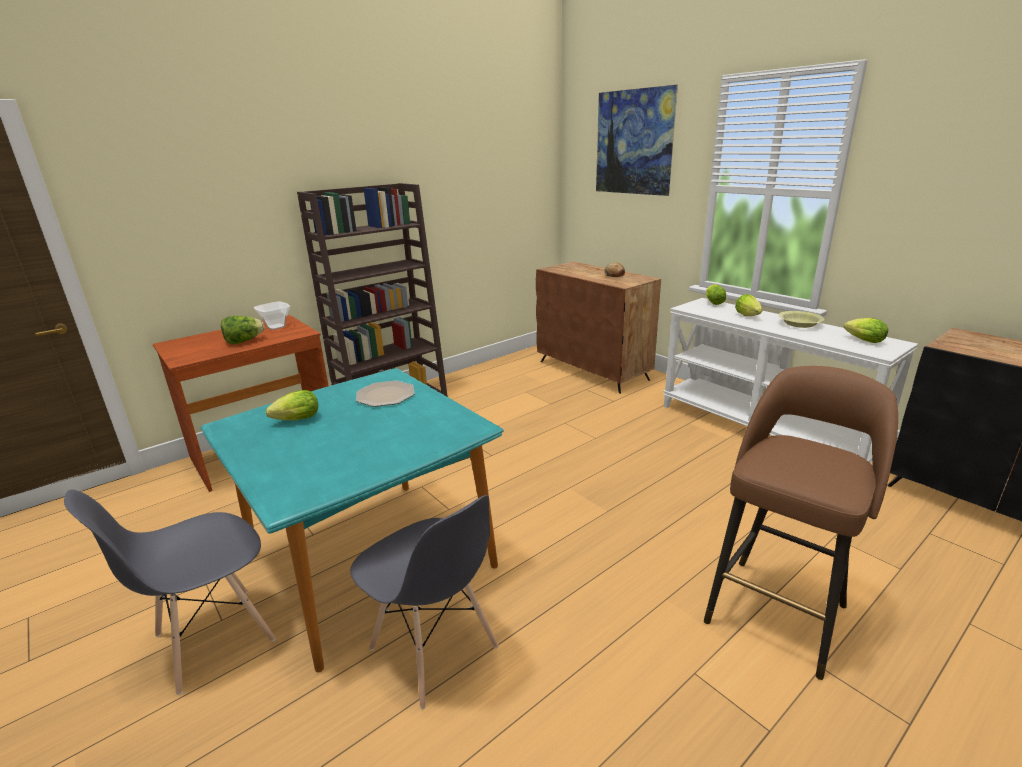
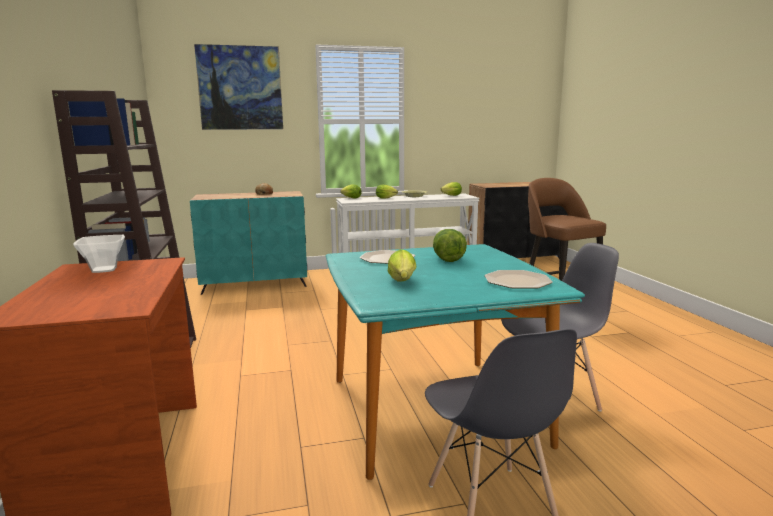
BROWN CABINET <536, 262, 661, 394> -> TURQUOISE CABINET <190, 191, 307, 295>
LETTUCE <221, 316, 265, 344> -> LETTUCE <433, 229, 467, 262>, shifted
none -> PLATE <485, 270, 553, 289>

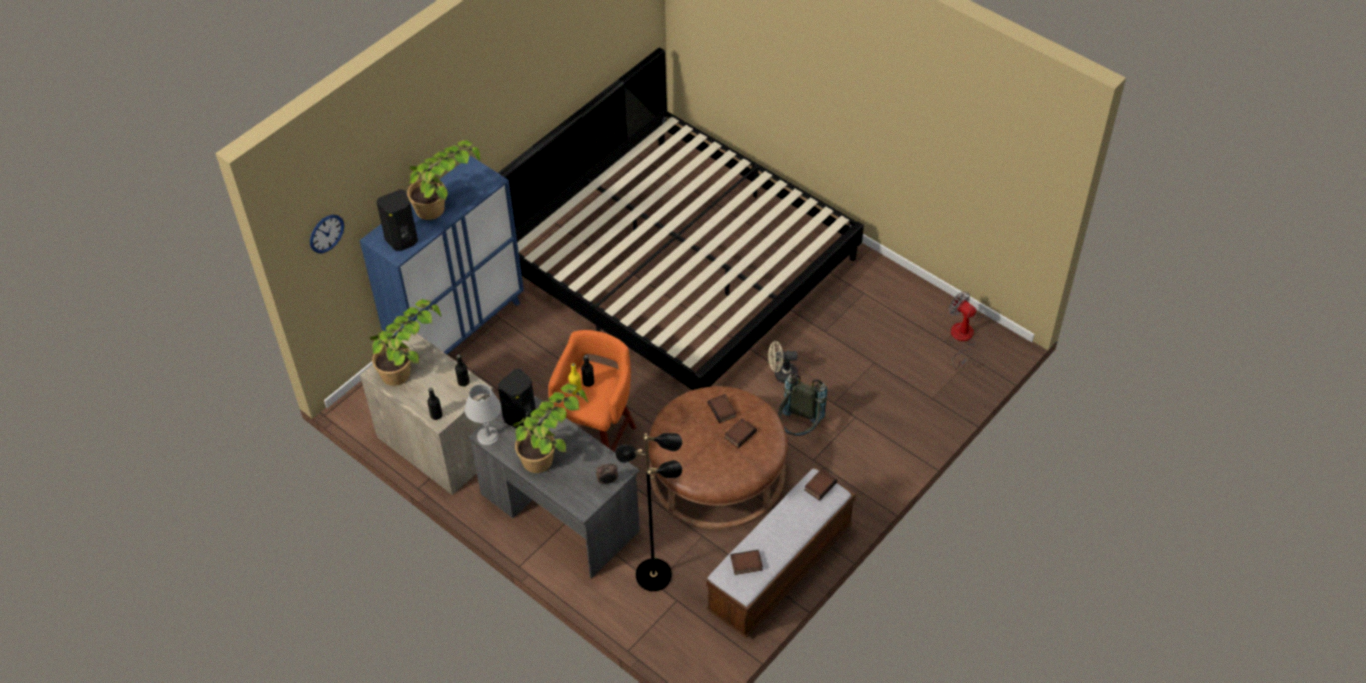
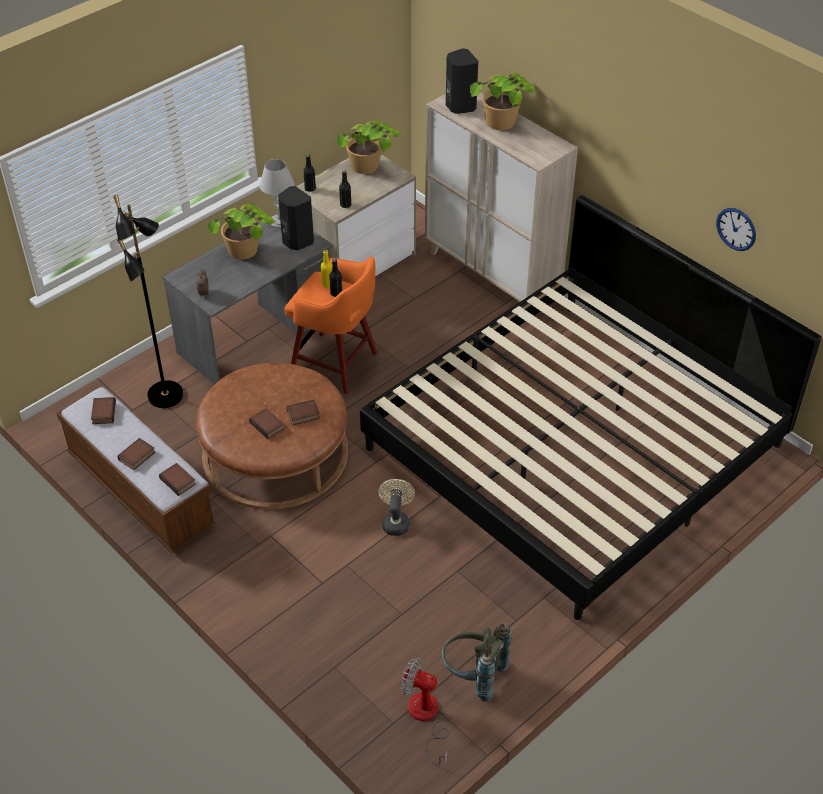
none -> BOOK <118, 438, 155, 470>
FAN <949, 291, 976, 369> -> FAN <401, 658, 449, 765>, 120 degrees counterclockwise
BLUE CABINET <360, 156, 524, 354> -> BEIGE CABINET <425, 93, 578, 302>
GREY BACKPACK <778, 373, 827, 436> -> GREY BACKPACK <441, 623, 511, 702>, shifted
WALL CLOCK <310, 215, 344, 253> -> WALL CLOCK <716, 208, 756, 251>, shifted

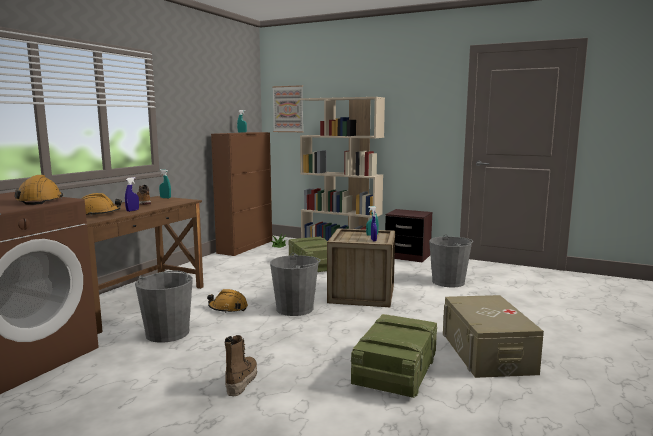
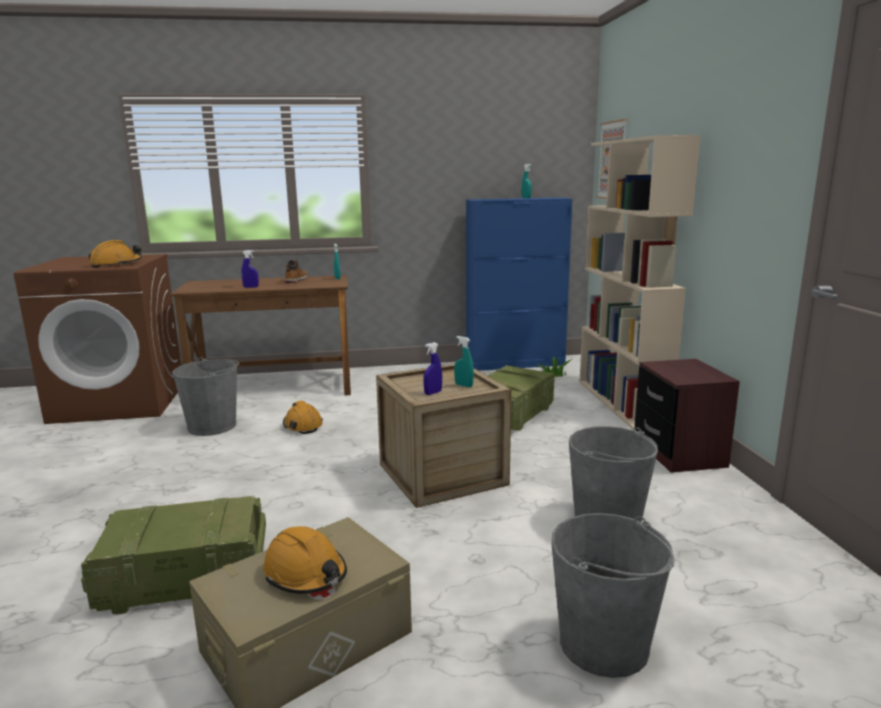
ORANGE HARD HAT <81, 193, 122, 216> -> ORANGE HARD HAT <263, 526, 347, 594>, shifted
BROWN CABINET <211, 132, 272, 256> -> BLUE CABINET <466, 197, 572, 371>
GREY BUCKET <270, 253, 320, 316> -> GREY BUCKET <551, 513, 675, 678>, shifted
BOOT <225, 335, 257, 396> -> none

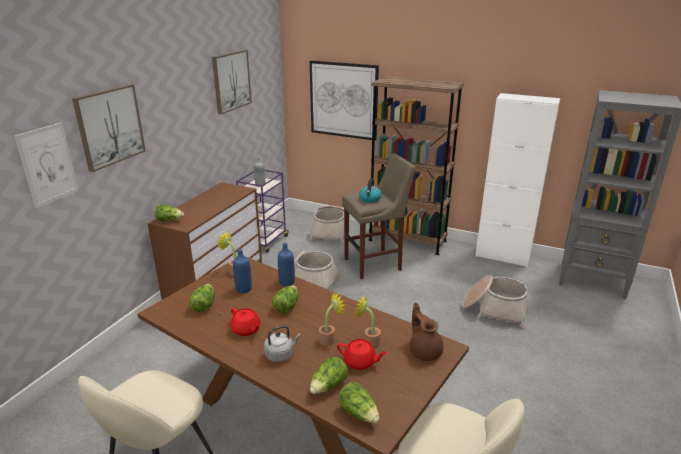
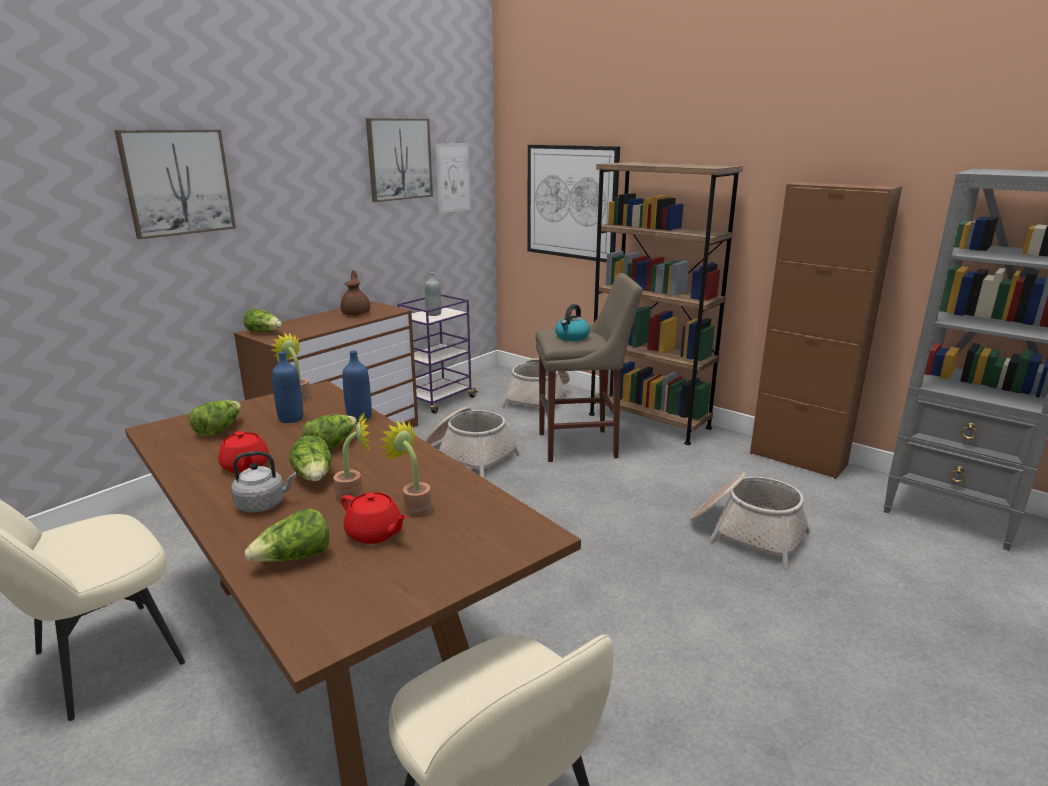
LETTUCE <339, 382, 380, 423> -> LETTUCE <289, 435, 332, 481>, shifted
BROWN TEAPOT <410, 303, 444, 361> -> BROWN TEAPOT <340, 270, 371, 315>, shifted
PICTURE <15, 123, 79, 208> -> PICTURE <436, 143, 471, 213>, shifted
WHITE CABINET <475, 93, 560, 267> -> BROWN CABINET <750, 181, 902, 479>

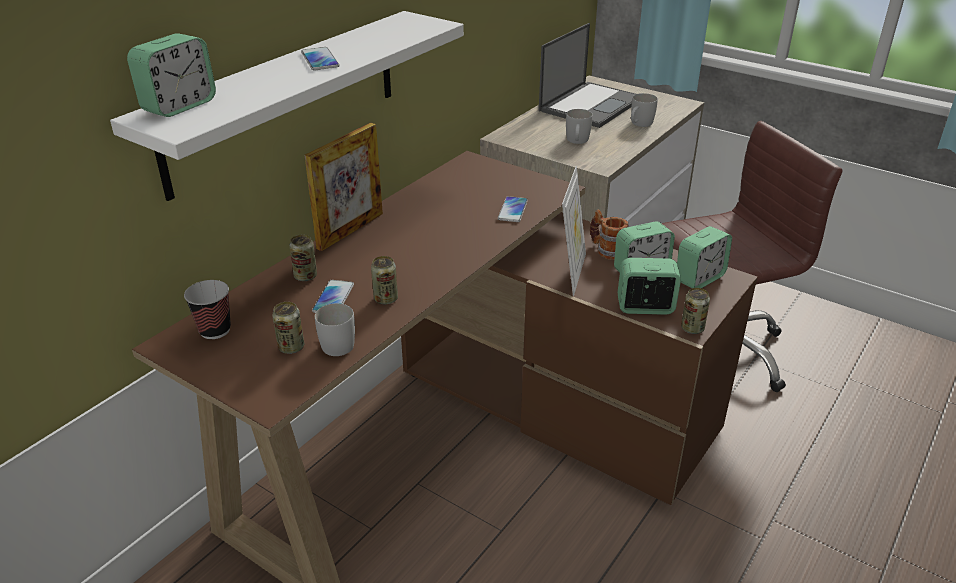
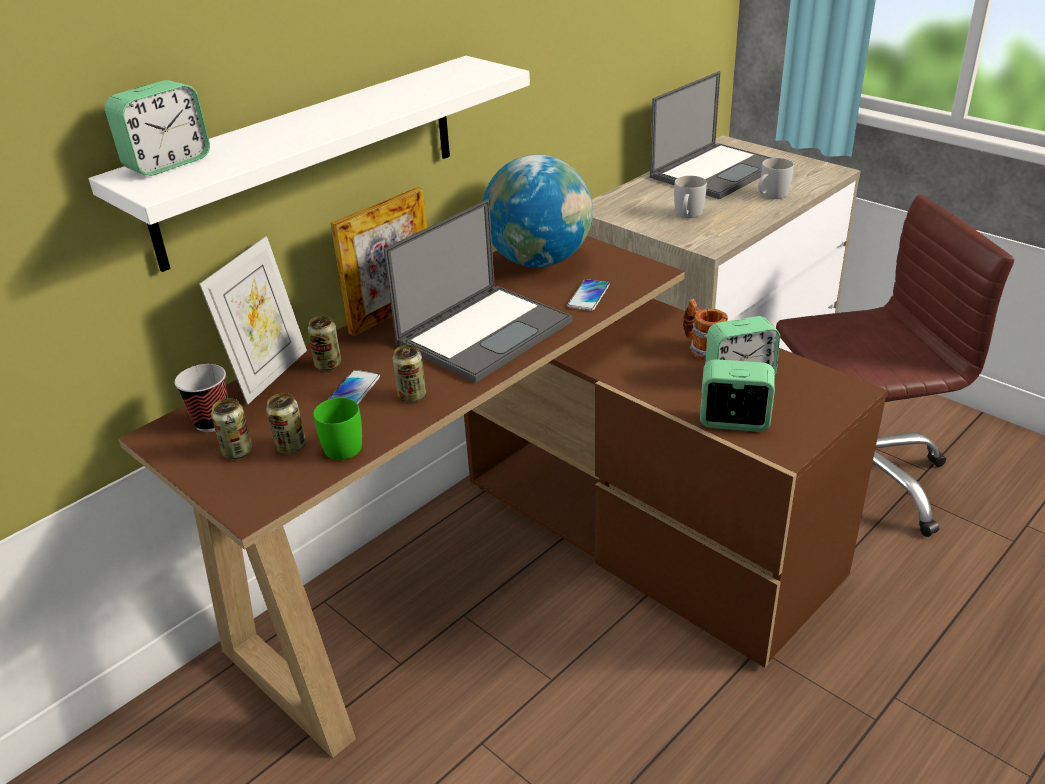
PICTURE FRAME <562, 166, 586, 296> -> PICTURE FRAME <199, 236, 307, 404>, shifted
CAN <681, 288, 710, 334> -> CAN <211, 398, 252, 459>, shifted
WHITE MUG <315, 303, 355, 356> -> GREEN MUG <313, 398, 362, 460>
none -> LAPTOP <383, 199, 573, 383>
none -> GLOBE <483, 154, 593, 267>
PHONE <301, 47, 340, 70> -> none
ALARM CLOCK <677, 226, 732, 288> -> none

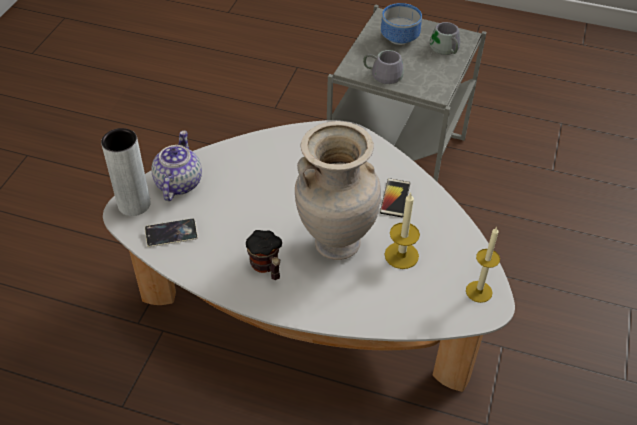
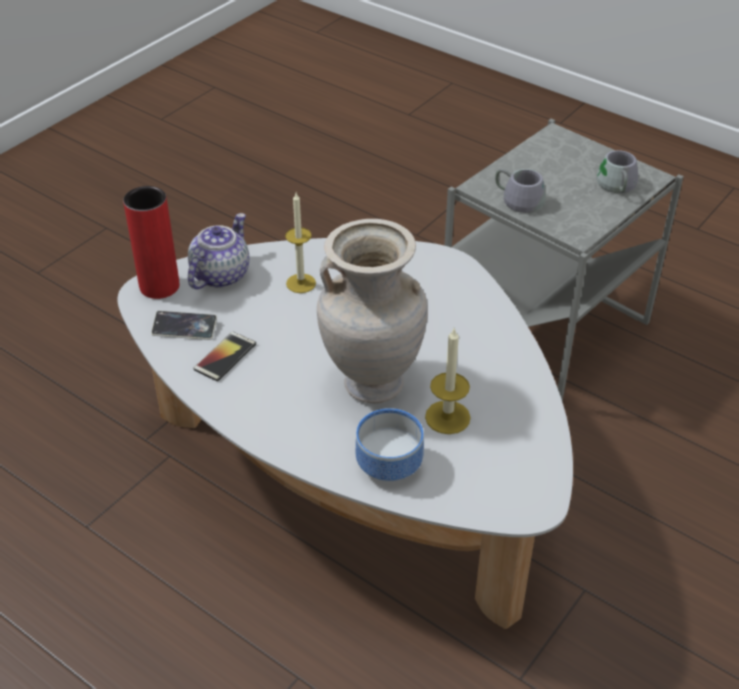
GREY VASE <101, 128, 151, 216> -> RED VASE <123, 186, 180, 299>
PHONE <380, 178, 410, 217> -> PHONE <193, 332, 256, 381>, shifted
CANDLE <466, 226, 500, 303> -> CANDLE <285, 193, 316, 293>, shifted
BOWL <381, 3, 422, 45> -> BOWL <356, 408, 424, 481>, shifted
MUG <246, 230, 282, 280> -> none

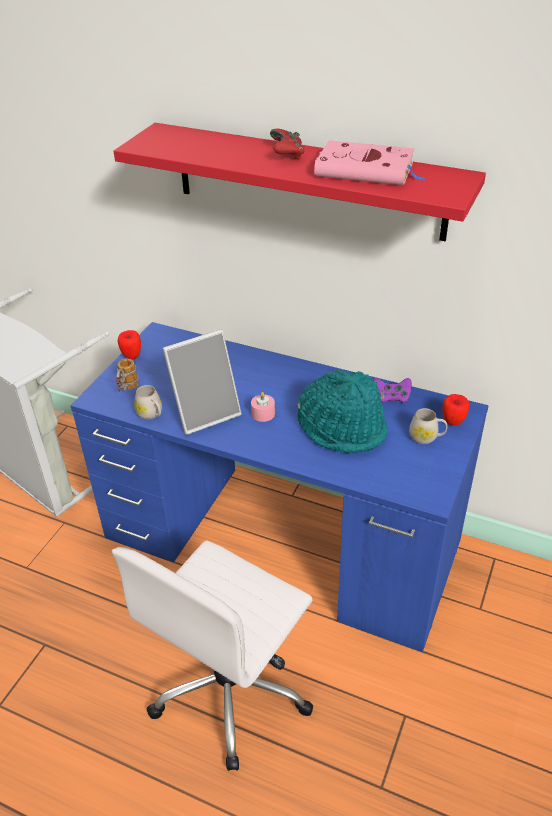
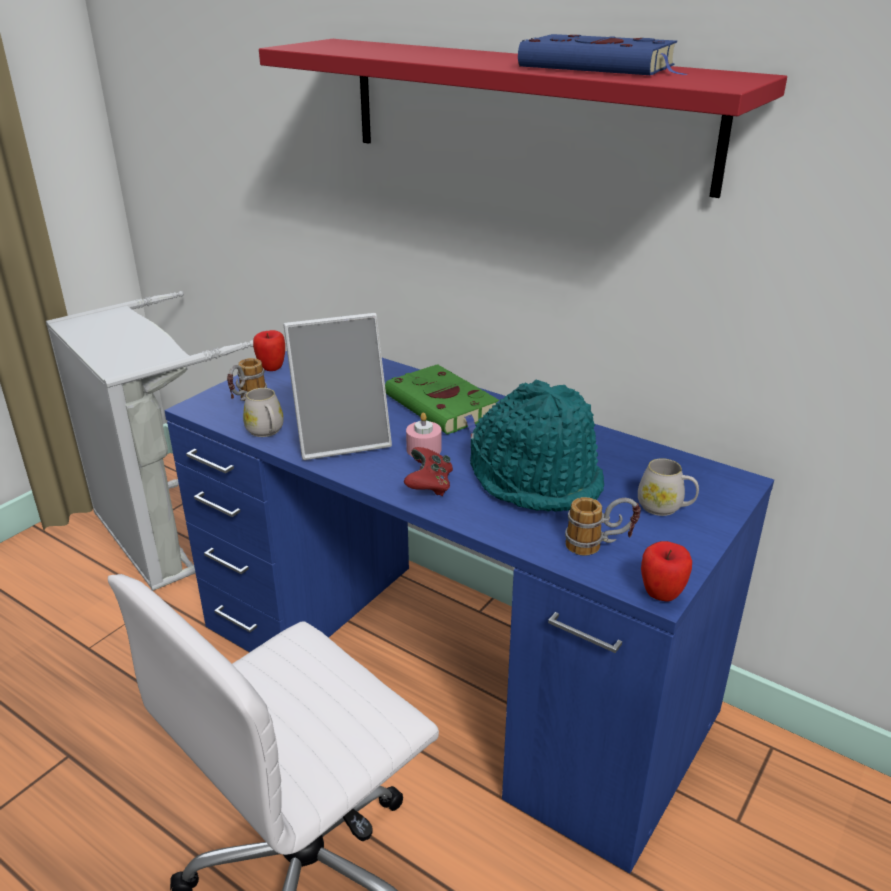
none -> GREEN BOOK <385, 364, 499, 435>
RED GAME CONTROLLER <270, 129, 304, 159> -> RED GAME CONTROLLER <404, 447, 453, 496>, shifted
PINK BOOK <314, 140, 427, 186> -> BLUE BOOK <518, 34, 686, 75>
none -> MUG <565, 497, 641, 556>
APPLE <442, 394, 469, 425> -> APPLE <641, 541, 692, 601>, shifted
PURPLE GAME CONTROLLER <373, 378, 412, 404> -> none

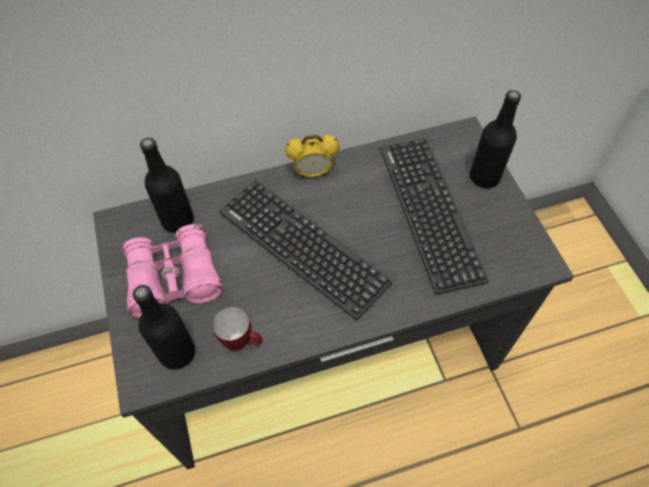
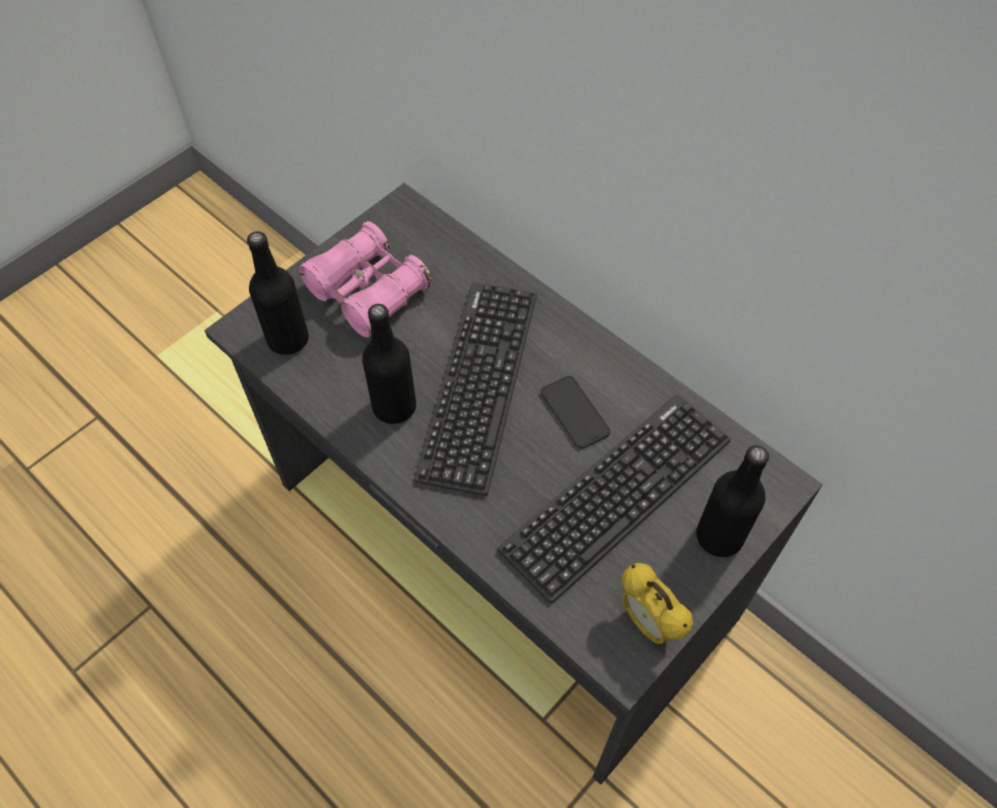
BLACK BOTTLE <140, 138, 194, 233> -> BLACK BOTTLE <362, 304, 416, 424>, shifted
none -> PHONE <541, 376, 610, 449>
ALARM CLOCK <285, 135, 339, 178> -> ALARM CLOCK <621, 563, 693, 644>, shifted
MUG <212, 307, 262, 350> -> none

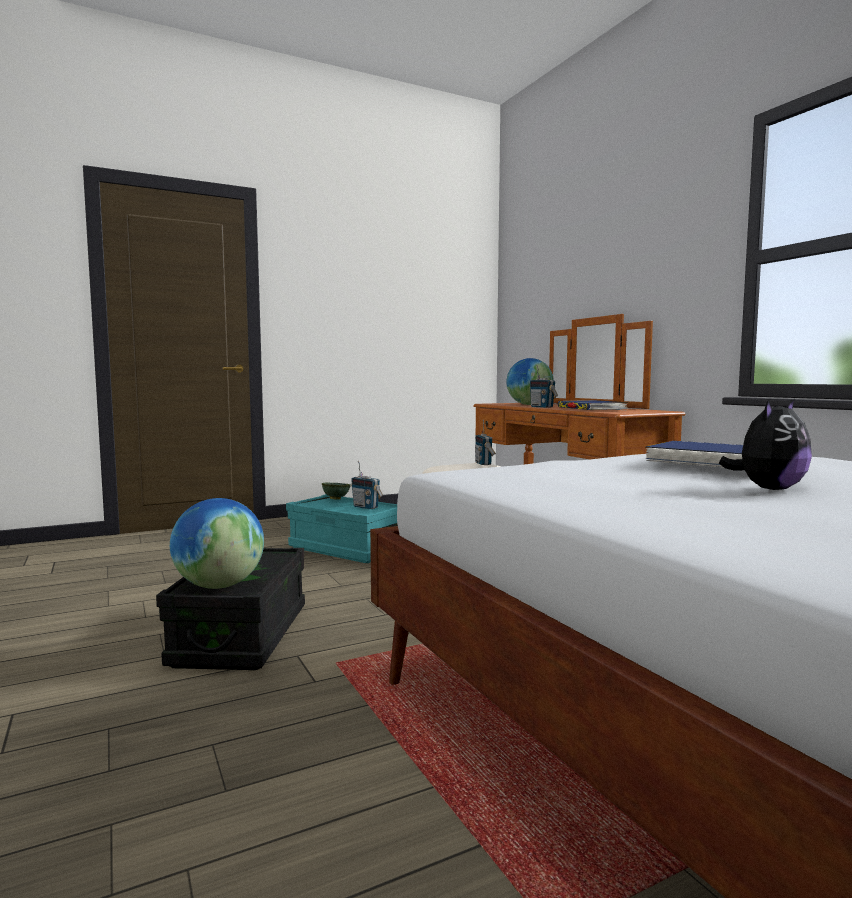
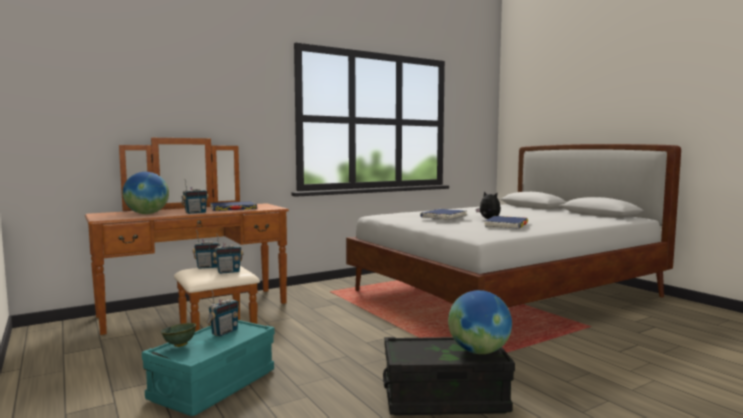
none -> RADIO <213, 234, 243, 274>
none -> BLUE BOOK <484, 216, 528, 229>

